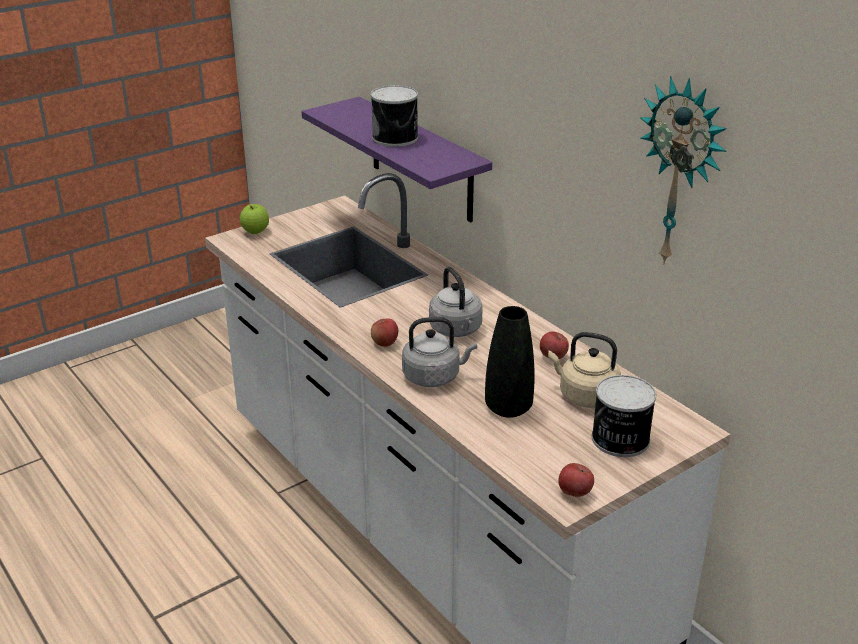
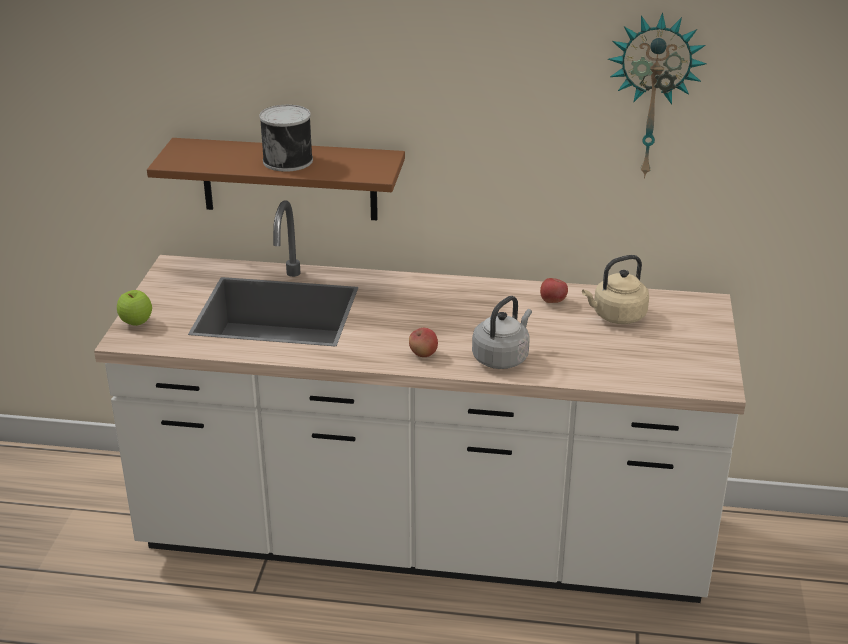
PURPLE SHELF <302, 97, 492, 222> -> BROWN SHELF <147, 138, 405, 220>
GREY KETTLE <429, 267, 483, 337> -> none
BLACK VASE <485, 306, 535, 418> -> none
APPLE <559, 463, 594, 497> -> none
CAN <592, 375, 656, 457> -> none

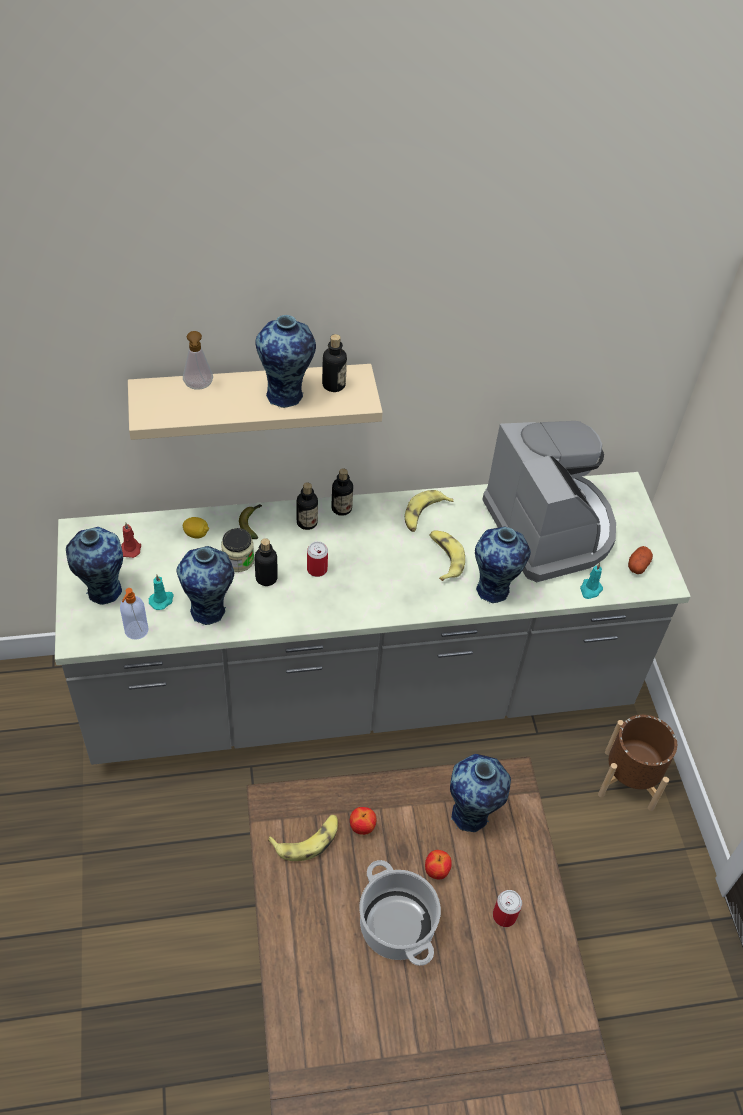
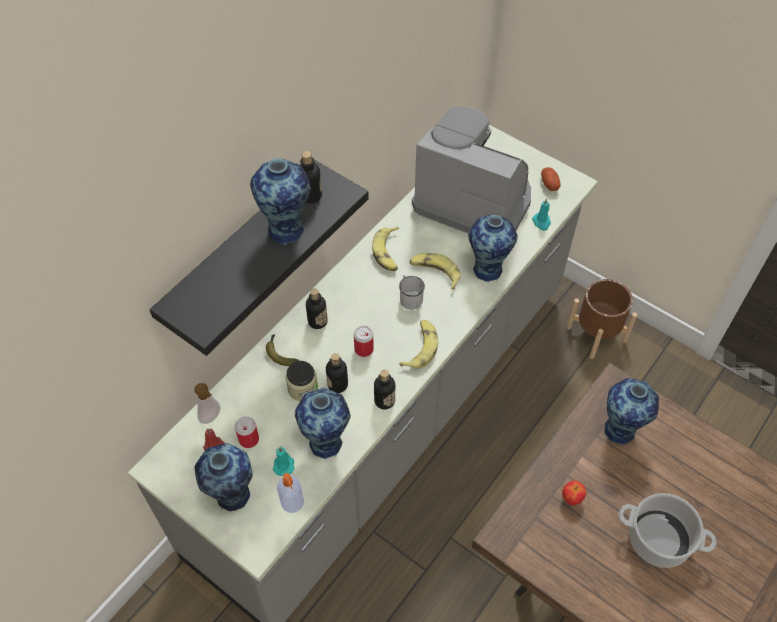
BEIGE SHELF <128, 364, 383, 440> -> BLACK SHELF <149, 160, 369, 356>
SOAP DISPENSER <183, 331, 213, 390> -> SOAP DISPENSER <194, 383, 220, 424>, shifted
CAN <493, 890, 522, 927> -> CAN <235, 416, 259, 448>, shifted
BOTTLE <331, 468, 353, 516> -> BOTTLE <374, 370, 395, 409>, shifted
none -> WHITE MUG <399, 275, 425, 310>
BANANA <268, 814, 338, 861> -> BANANA <399, 320, 438, 369>, shifted
LEMON <183, 517, 209, 539> -> none
APPLE <425, 850, 452, 880> -> none

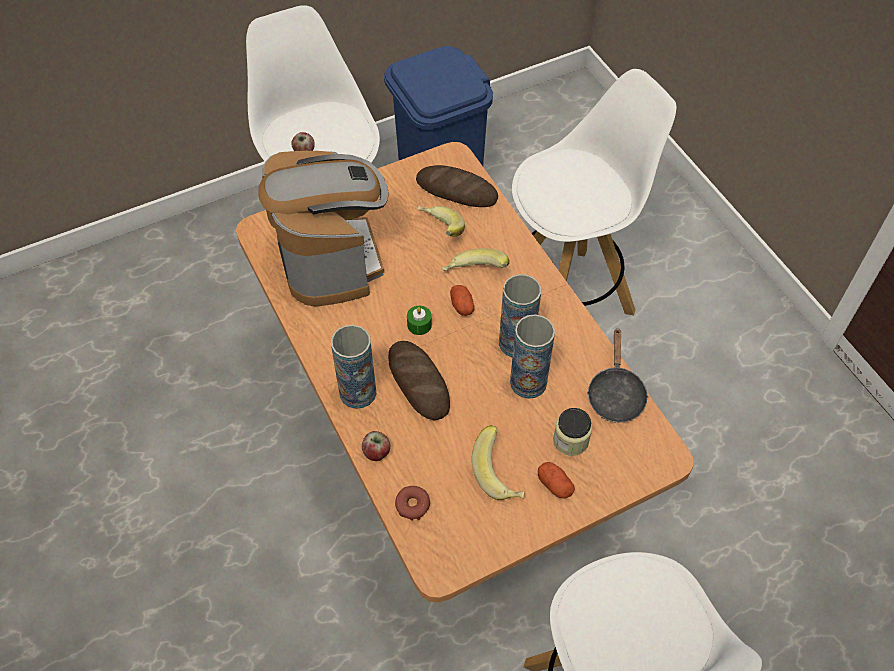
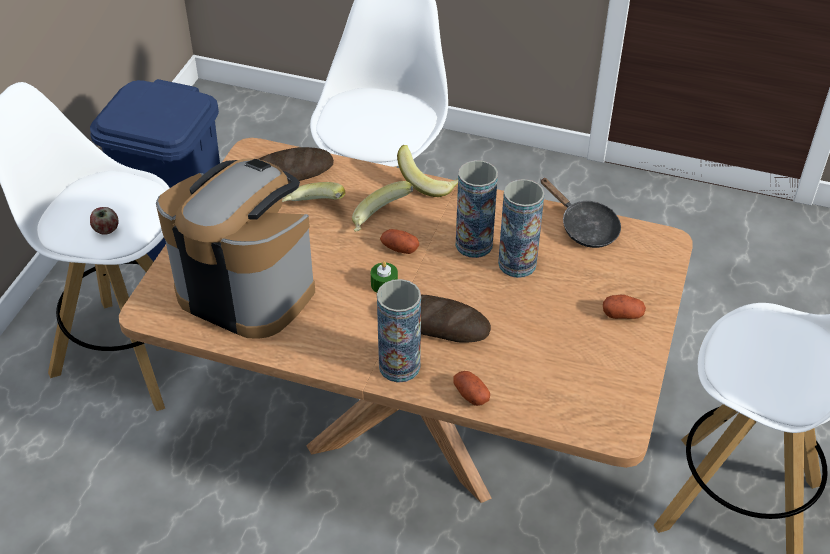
BANANA <472, 425, 524, 500> -> BANANA <397, 145, 458, 197>, shifted
APPLE <362, 431, 390, 461> -> POTATO <453, 371, 490, 406>
DONUT <395, 486, 430, 520> -> none
JAR <553, 408, 592, 456> -> none

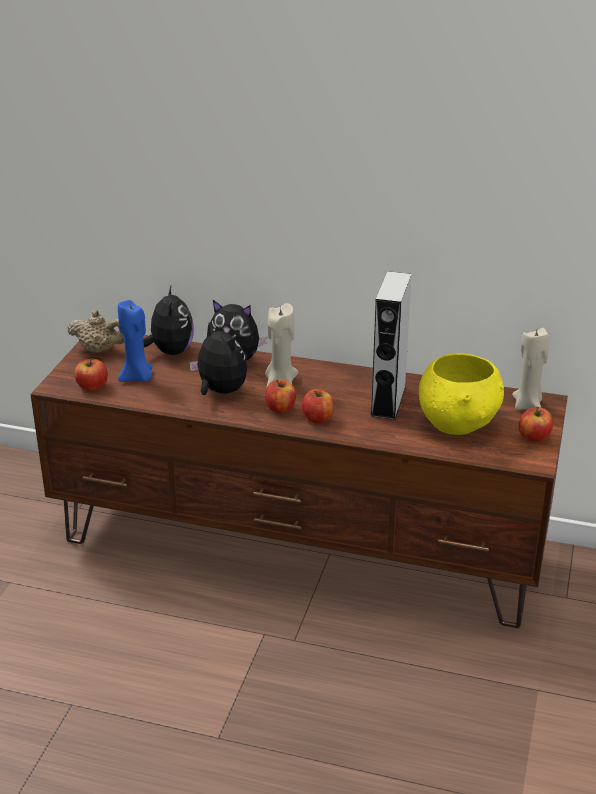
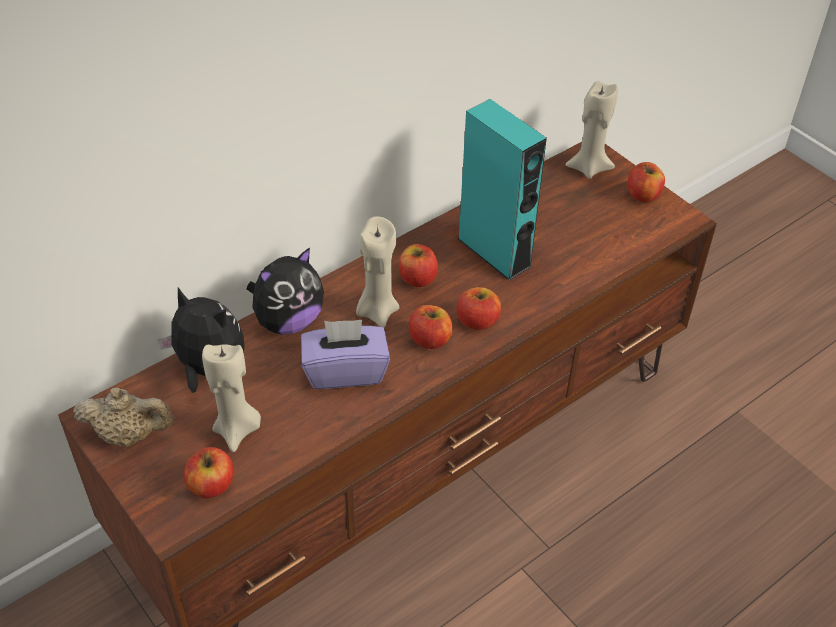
BEIGE TEAPOT <67, 310, 124, 353> -> BEIGE TEAPOT <73, 388, 173, 447>, 45 degrees clockwise
BLUE CANDLE <118, 300, 153, 382> -> BEIGE CANDLE <202, 344, 261, 452>
PLUSH TOY <189, 323, 247, 395> -> PURPLE TISSUE BOX <301, 320, 390, 389>
none -> APPLE <399, 244, 438, 287>
GREY SPEAKER <370, 271, 412, 420> -> TURQUOISE SPEAKER <457, 99, 547, 281>
YELLOW BOWL <419, 353, 504, 435> -> none

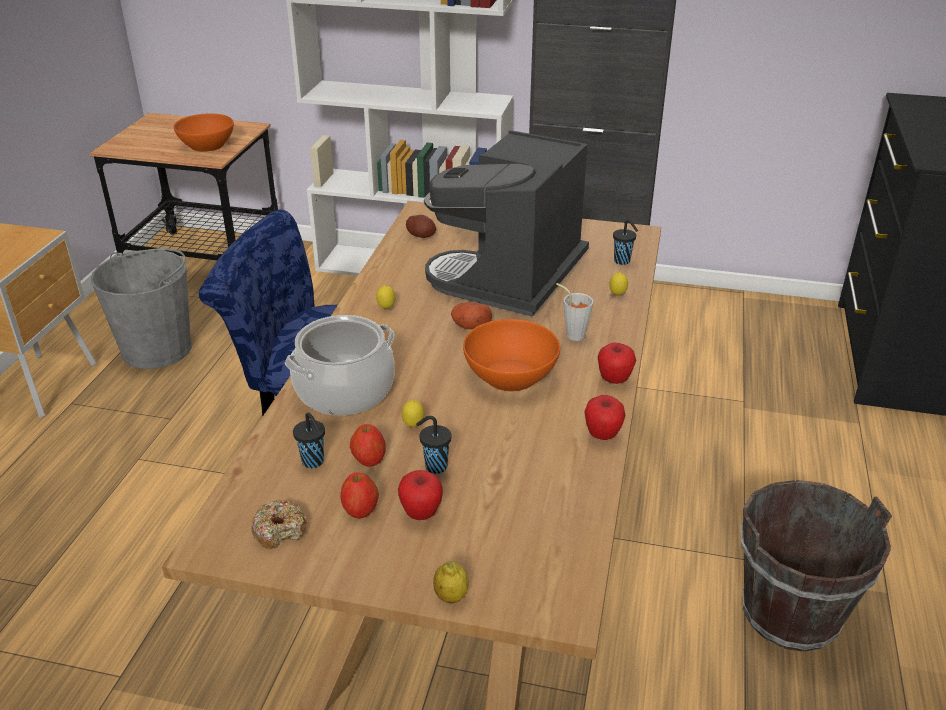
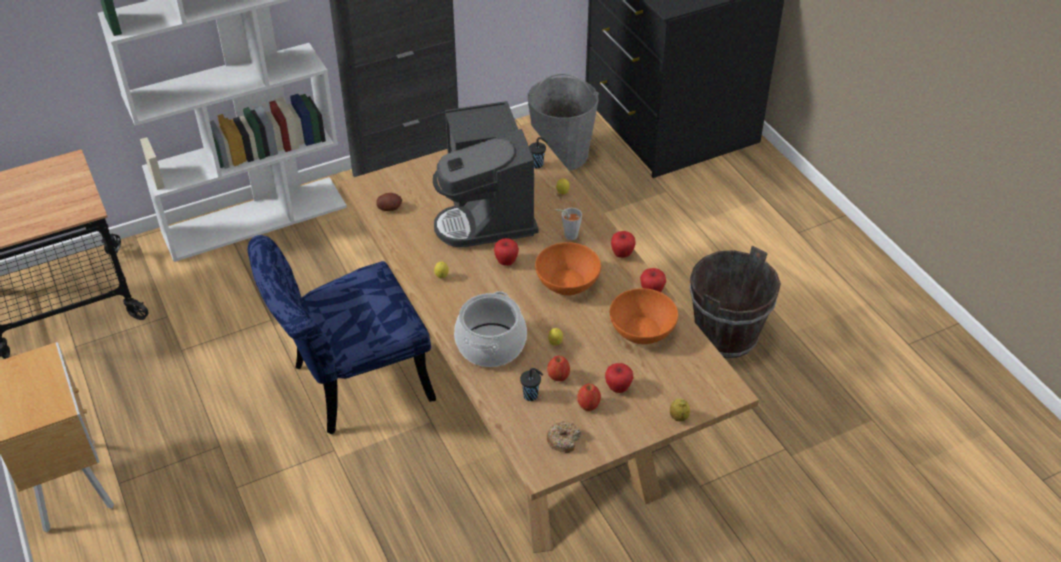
POTATO <451, 302, 492, 329> -> APPLE <494, 238, 519, 266>
GREY BUCKET <91, 248, 192, 369> -> GREY BUCKET <528, 73, 599, 171>, shifted
ORANGE BOWL <174, 113, 234, 152> -> ORANGE BOWL <610, 288, 678, 344>, shifted
BLACK CUP <416, 416, 452, 474> -> none

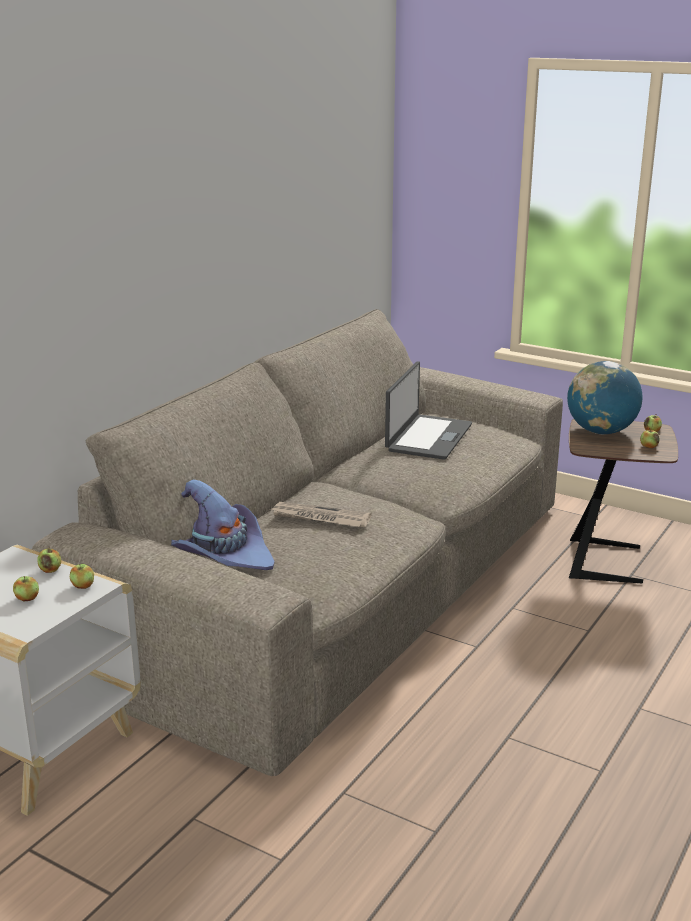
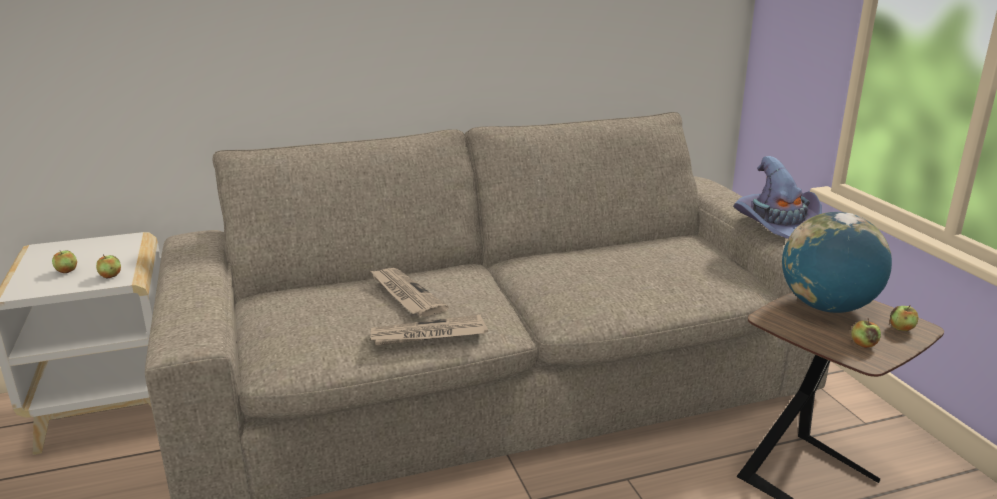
none -> NEWSPAPER <371, 315, 488, 346>
PURPLE HAT <171, 480, 275, 570> -> PURPLE HAT <733, 156, 822, 239>, shifted
APPLE <37, 549, 61, 573> -> none
LAPTOP <385, 362, 472, 460> -> none

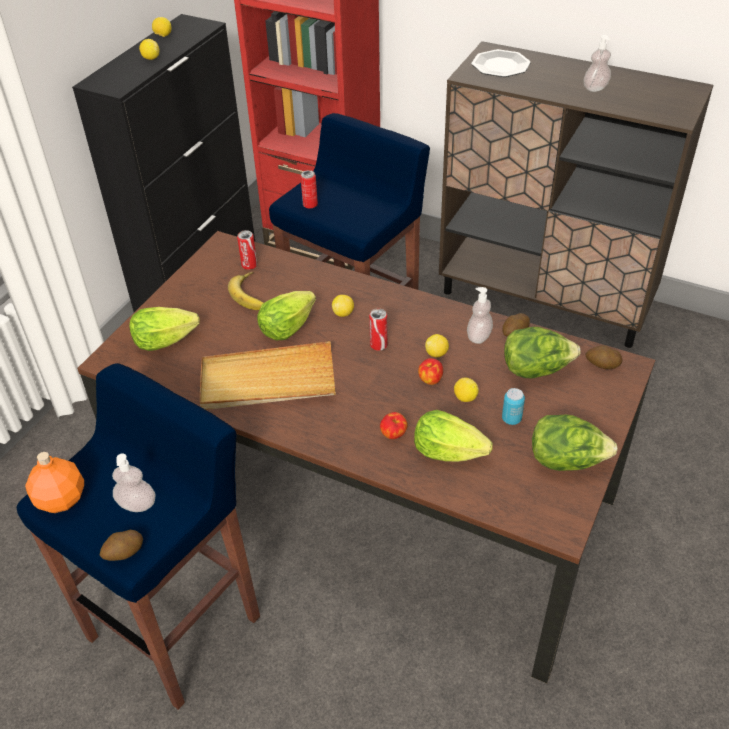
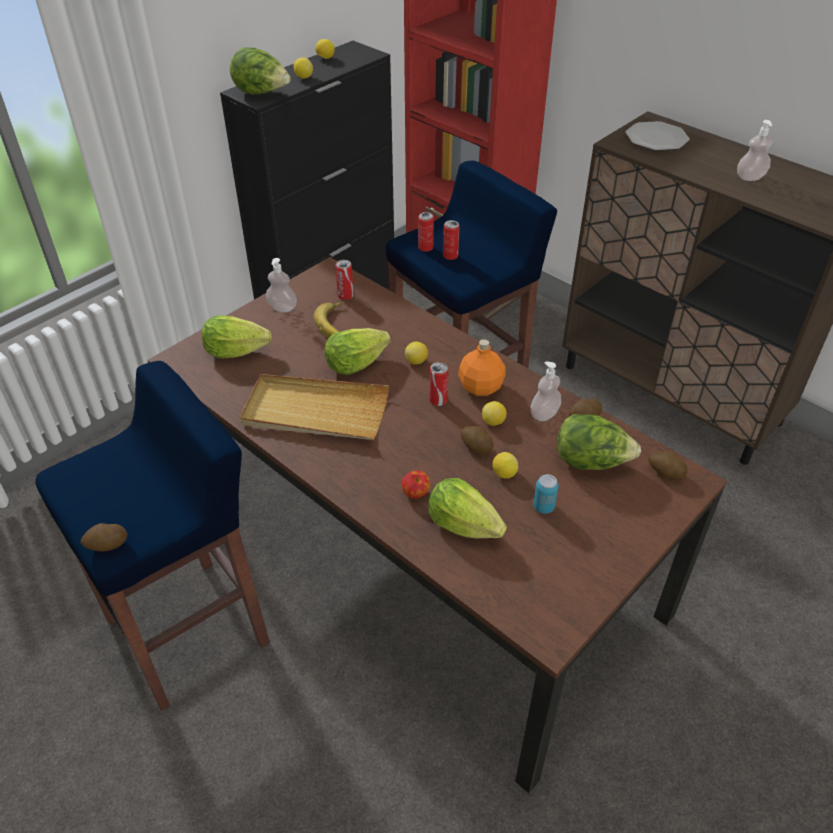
LETTUCE <532, 415, 618, 471> -> LETTUCE <230, 47, 291, 95>, shifted
SOAP DISPENSER <112, 454, 156, 512> -> SOAP DISPENSER <266, 258, 297, 312>, shifted
none -> CAN <443, 220, 460, 260>
ORANGE BOTTLE <25, 452, 84, 513> -> ORANGE BOTTLE <458, 339, 506, 396>, shifted
APPLE <418, 358, 443, 385> -> POTATO <460, 426, 494, 454>

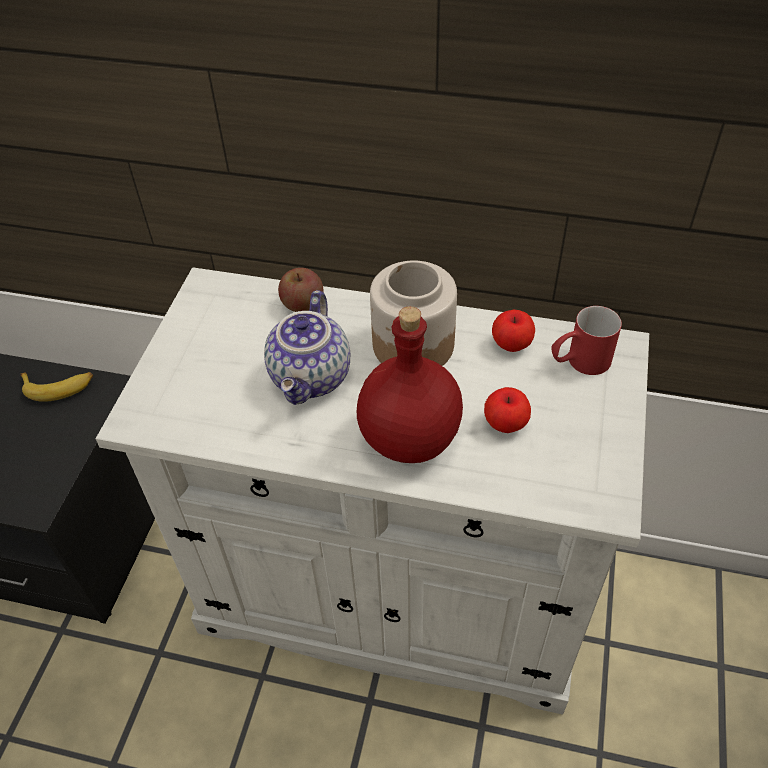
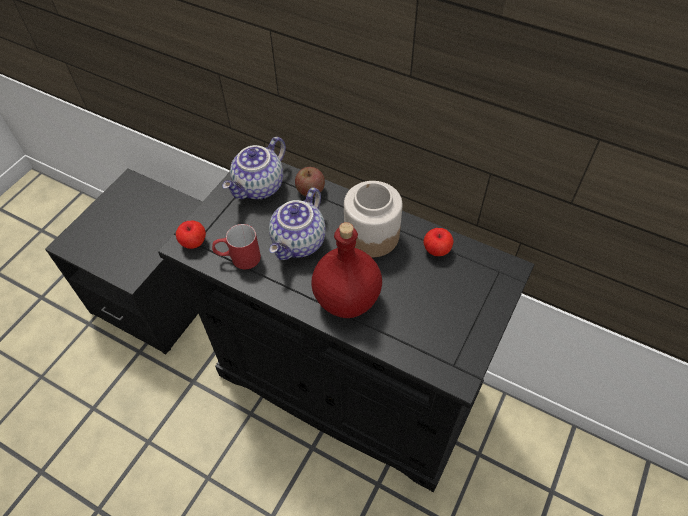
WHITE CABINET <95, 267, 649, 715> -> BLACK CABINET <158, 162, 535, 492>
APPLE <484, 387, 531, 433> -> APPLE <176, 221, 206, 249>, shifted
RED MUG <551, 306, 622, 375> -> RED MUG <212, 224, 261, 269>, shifted
none -> TEAPOT <222, 137, 286, 199>
BANANA <20, 372, 93, 402> -> none

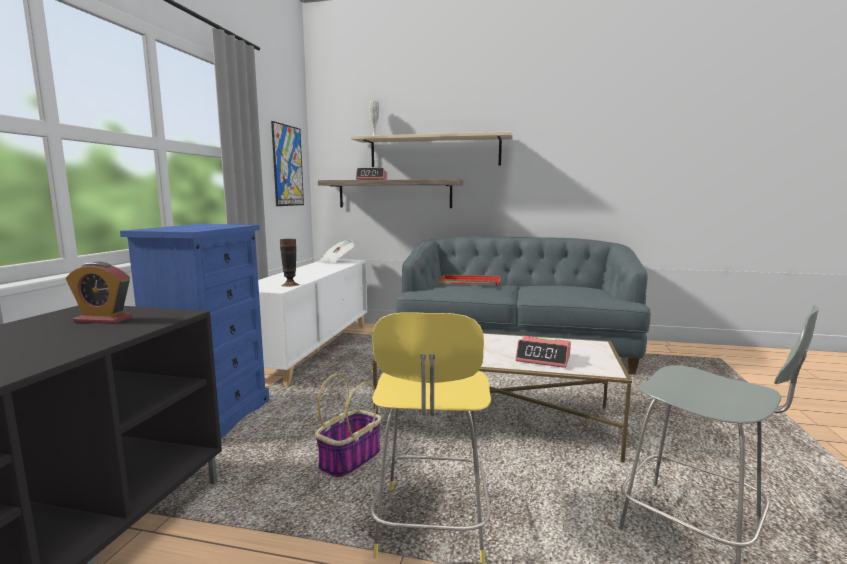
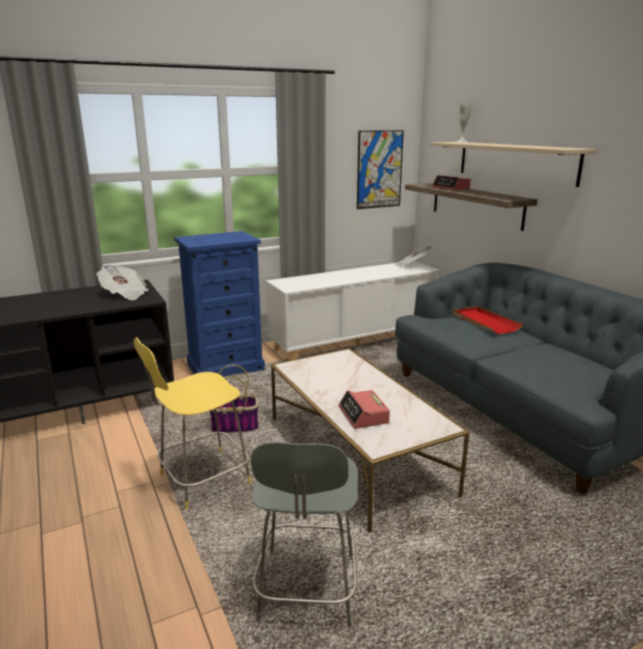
ALARM CLOCK <66, 261, 133, 324> -> NEWSPAPER <96, 265, 148, 300>
VASE <280, 239, 299, 287> -> none

